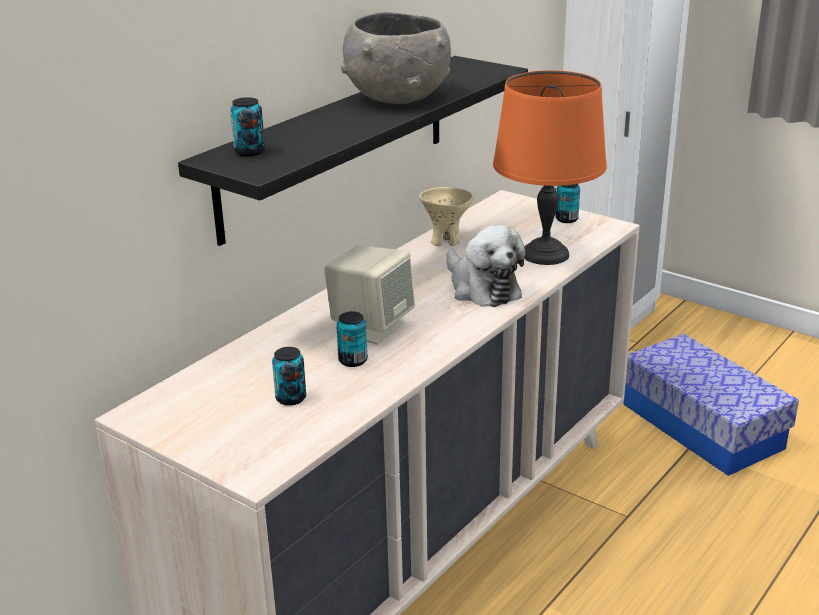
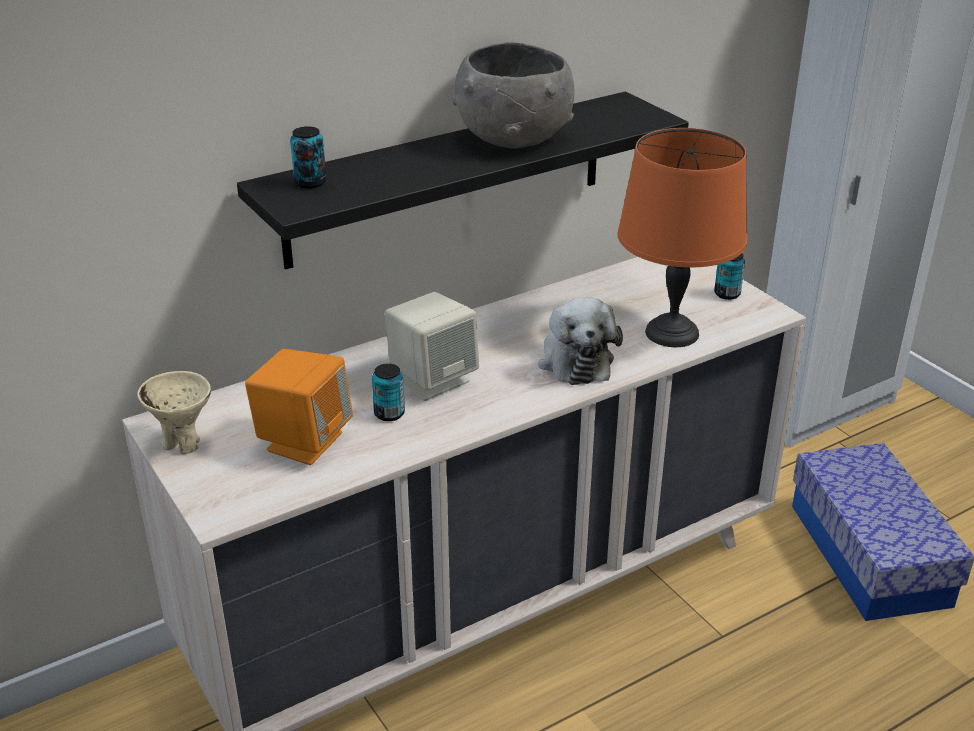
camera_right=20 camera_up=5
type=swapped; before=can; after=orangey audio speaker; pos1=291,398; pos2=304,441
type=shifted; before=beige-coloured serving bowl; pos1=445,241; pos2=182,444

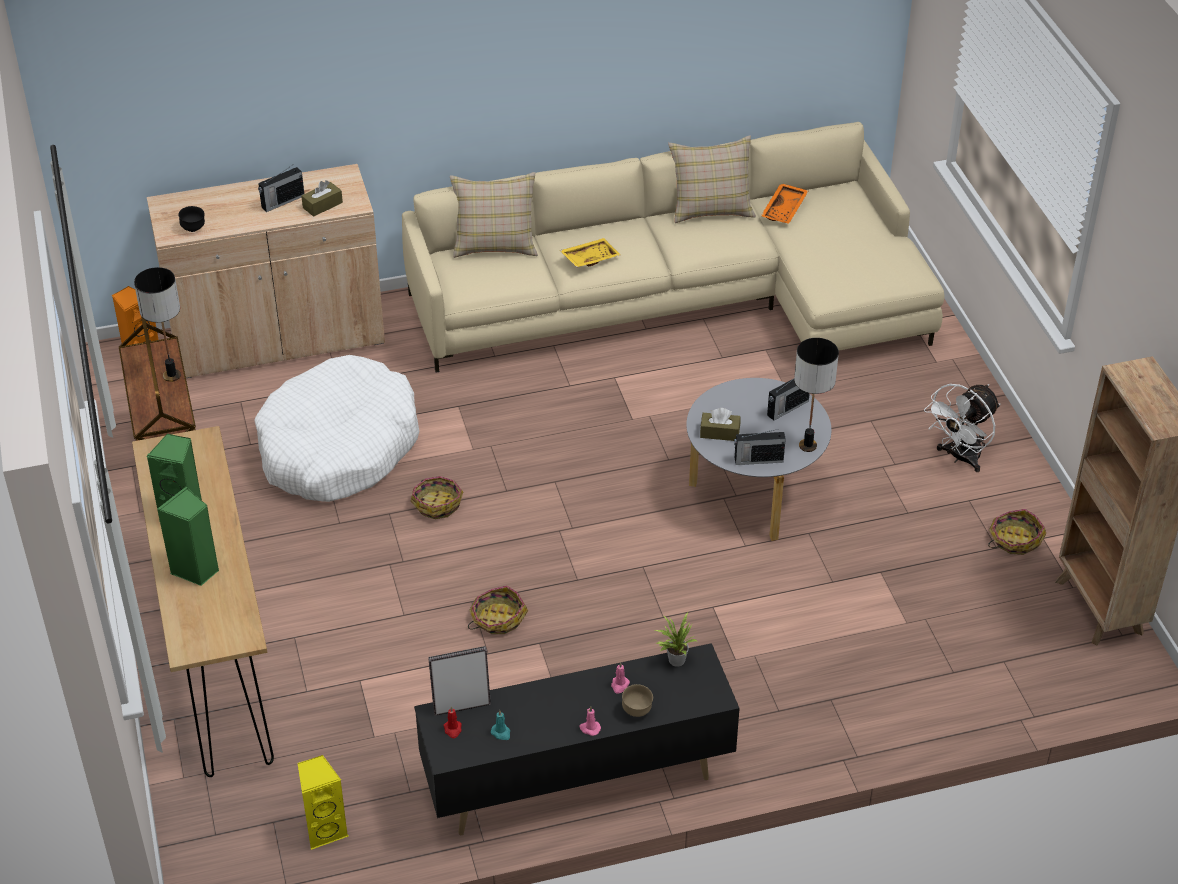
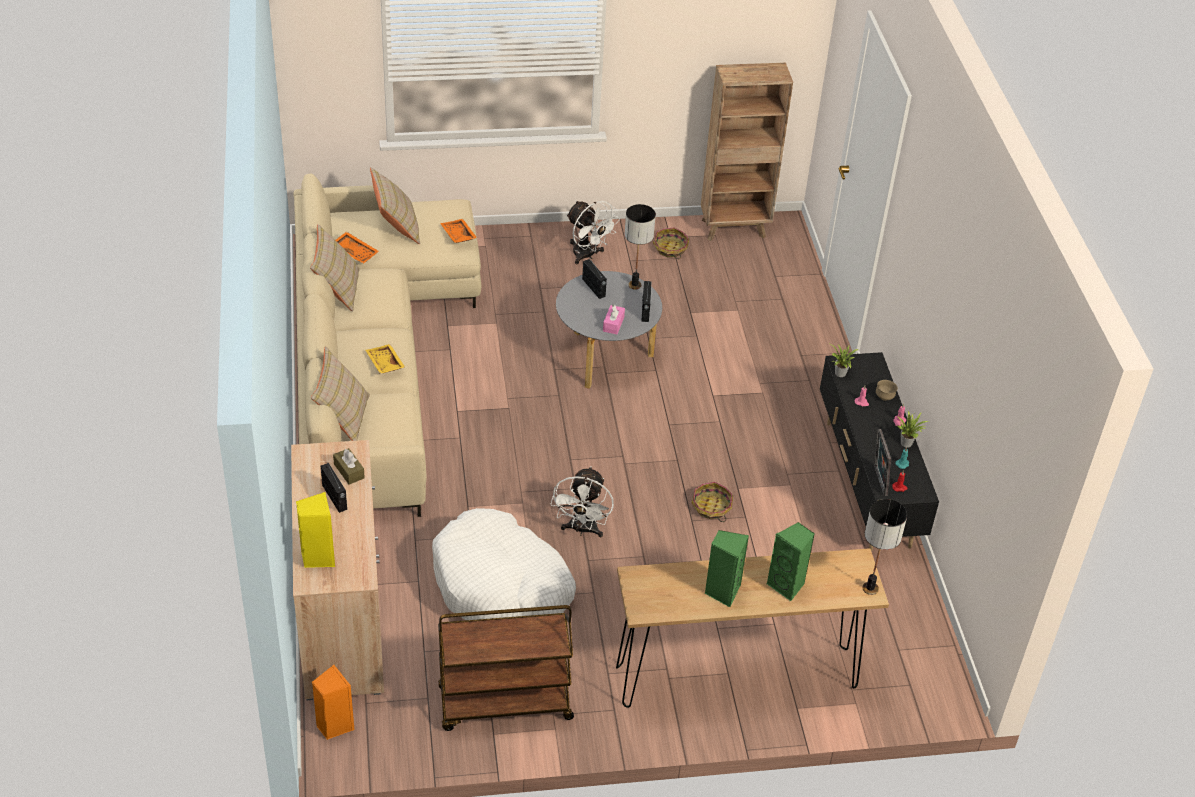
camera_right=-85 camera_up=0
type=shifted; before=lamp for a table; pos1=172,375; pos2=870,588
type=gone; before=black-coloured serving bowl; pos1=193,229
type=shifted; before=yellow audio speaker; pos1=324,830; pos2=318,557
type=swapped; before=basket; after=white-coloured electric fan; pos1=437,503; pos2=582,530
type=repainted; before=brown-coloured box of tissues; after=pink-coloured box of tissues; pos1=719,433; pos2=613,324
type=new; after=beige-coloured cushion; pos2=396,227
type=new; after=orangey carrying tray; pos2=457,236
type=new; after=potted plant; pos2=907,442

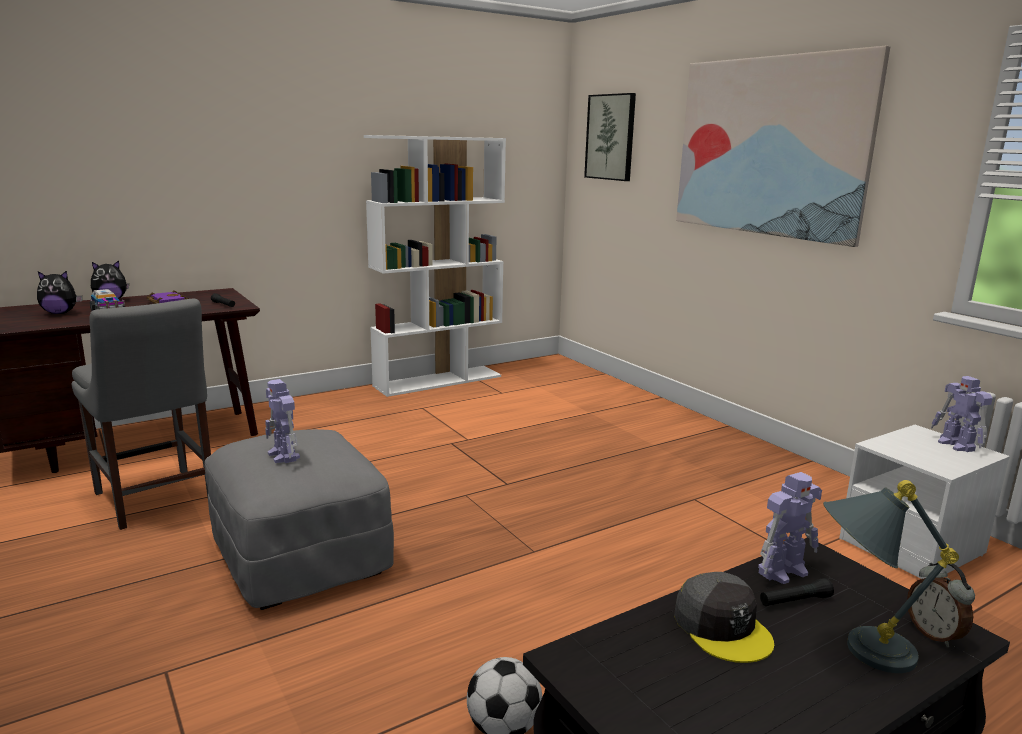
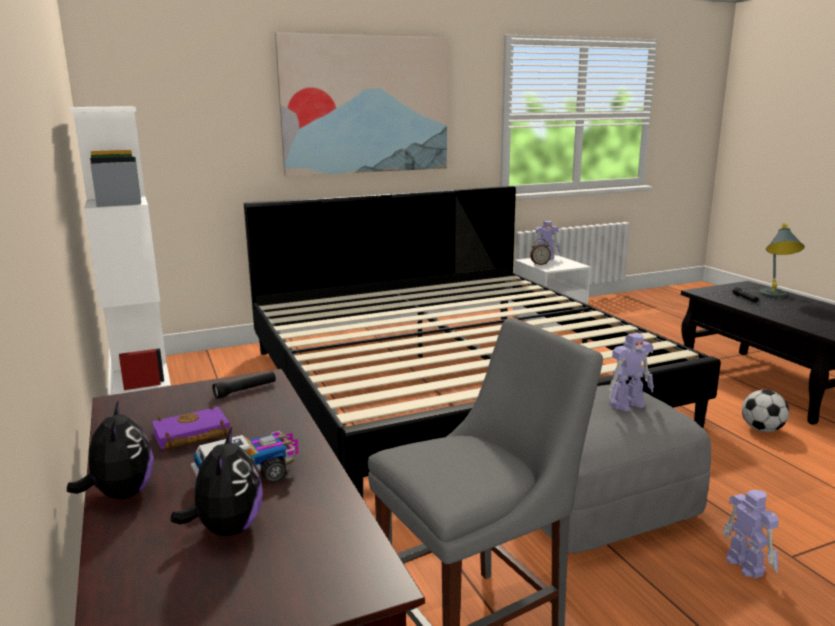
camera_right=-80 camera_up=0
type=gone; before=wall picture; pos1=610,137
type=gone; before=grey peaked cap; pos1=722,627
type=shifted; before=robot figure; pos1=784,571; pos2=744,564
type=shifted; before=alarm clock; pos1=934,634; pos2=539,264
type=new; after=bedroom bed; pos2=452,384

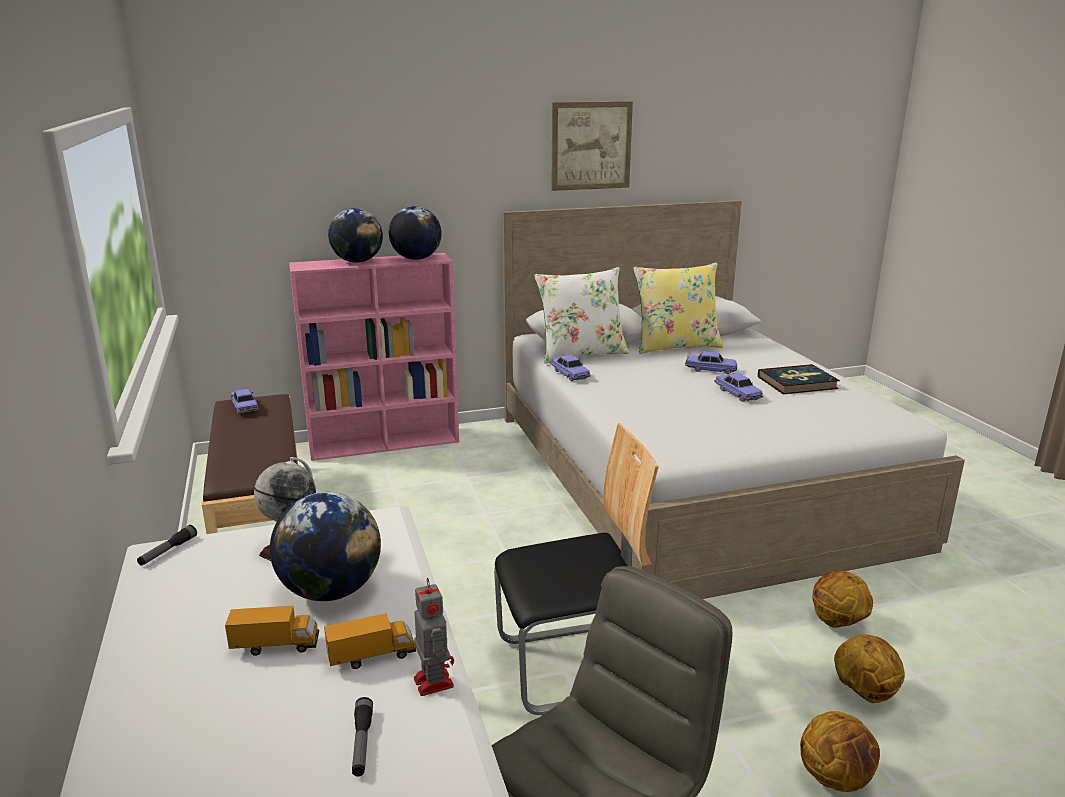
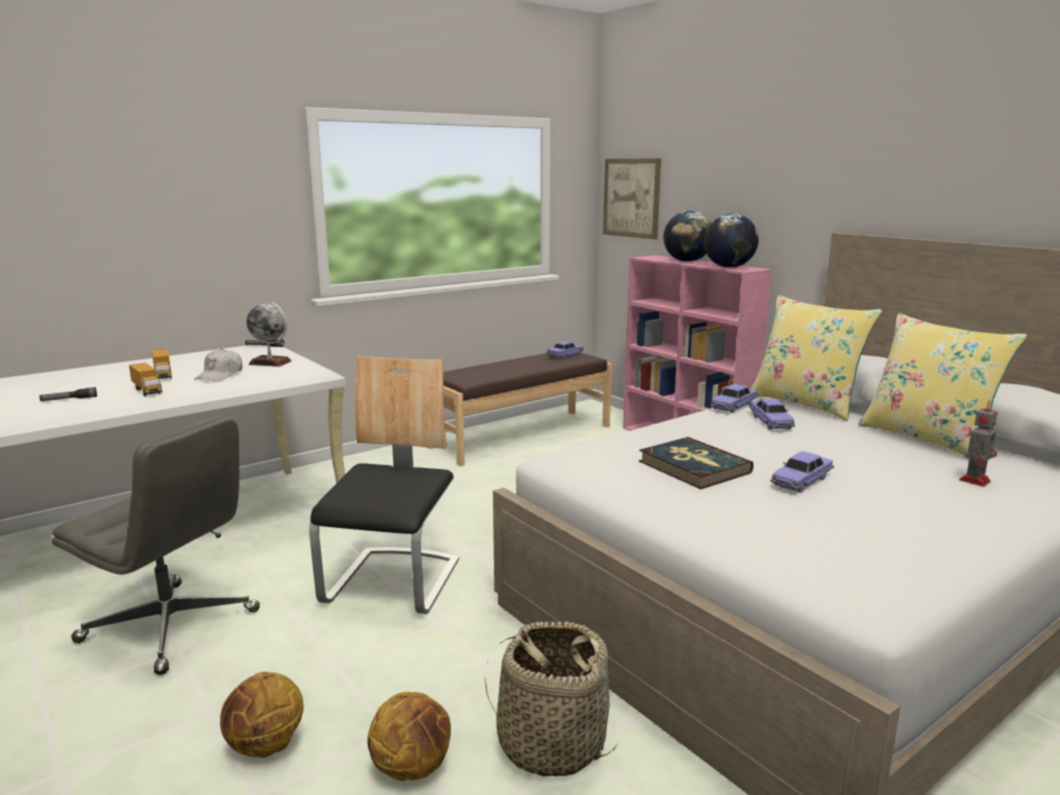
camera_right=70 camera_up=-5
type=swapped; before=globe; after=white-coloured peaked cap; pos1=331,591; pos2=220,375
type=shifted; before=robot figure; pos1=433,681; pos2=975,480
type=rotated; before=chair; pos1=574,667; pos2=394,582; turn=-135
type=repainted; before=white-coloured cushion; after=yellow cushion; pos1=581,354; pos2=805,403
type=shifted; before=wall picture; pos1=591,146; pos2=631,198
type=shifted; before=toy car; pos1=710,370; pos2=770,422
type=shifted; before=bound book; pos1=797,383; pos2=693,467
type=swapped; before=basketball; after=basket; pos1=837,622; pos2=551,743

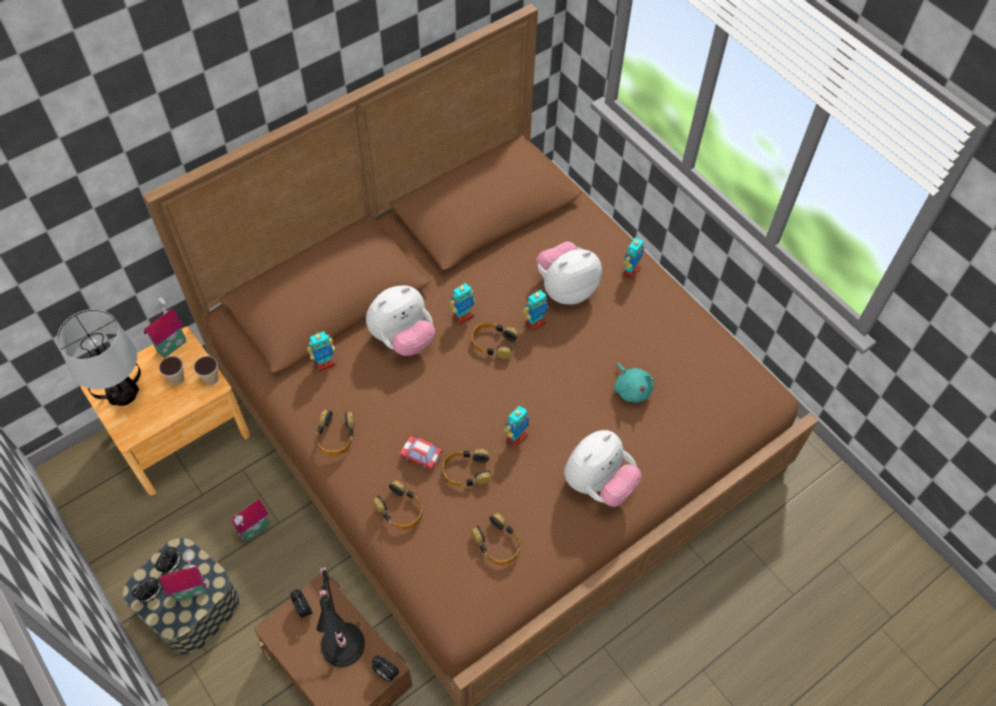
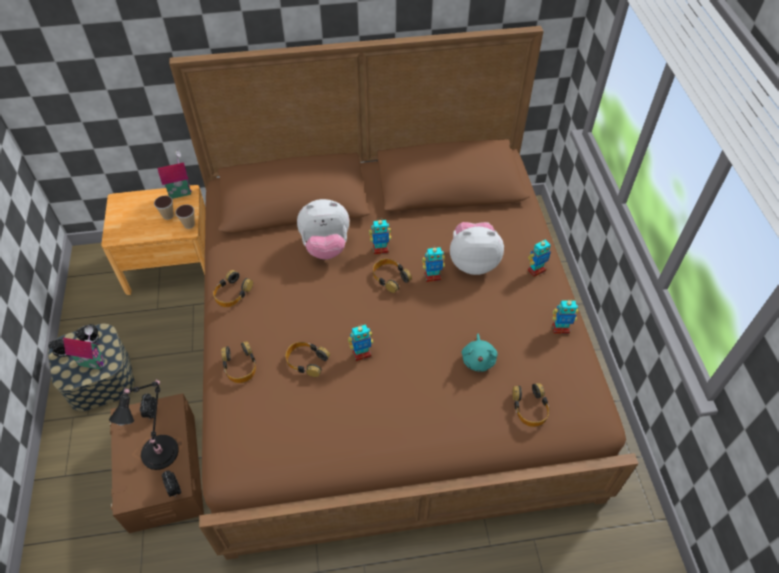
camera_right=30 camera_up=-5
type=gone; before=lamp for a table; pos1=123,395
type=gone; before=toy house; pos1=255,530
type=shifted; before=robot figure; pos1=324,363; pos2=560,328
type=gone; before=toy car; pos1=421,456
type=shifted; before=pair of headphones; pos1=497,543; pos2=530,407
type=gone; before=cuddly toy; pos1=598,483

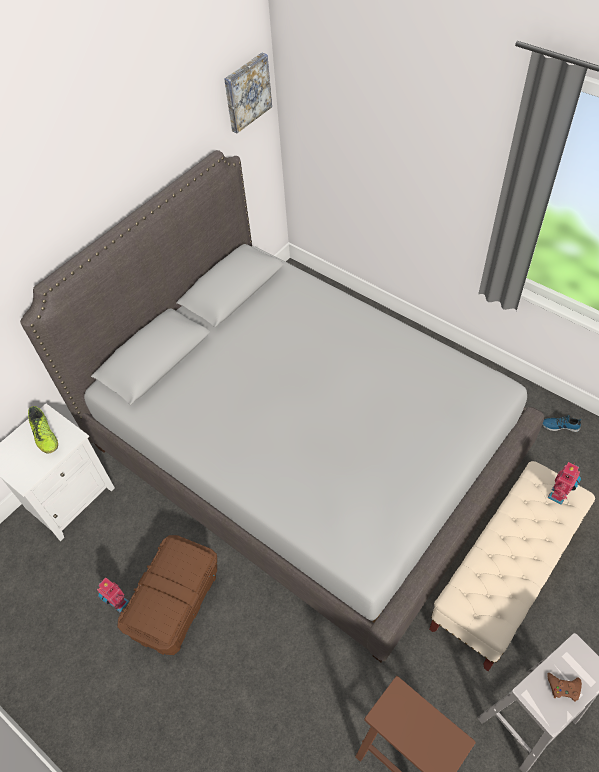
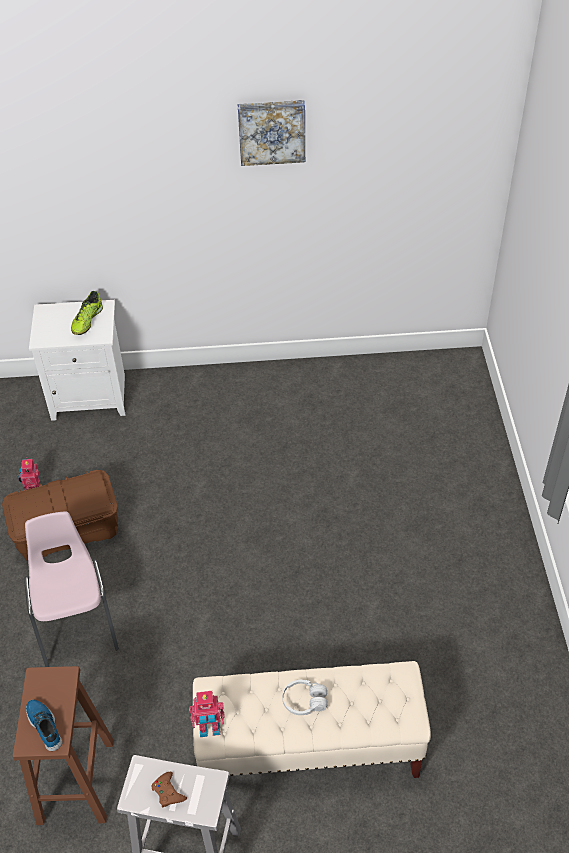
camera_right=45 camera_up=-5
type=gone; before=grey bedroom bed; pos1=304,450
type=shifted; before=wall picture; pos1=246,92; pos2=271,131
type=shifted; before=shoe; pos1=560,425; pos2=45,725
type=shifted; before=robot figure; pos1=559,495; pos2=209,729
type=new; after=pink-coloured chair; pos2=77,623
type=new; after=white-coloured pair of headphones; pos2=304,701

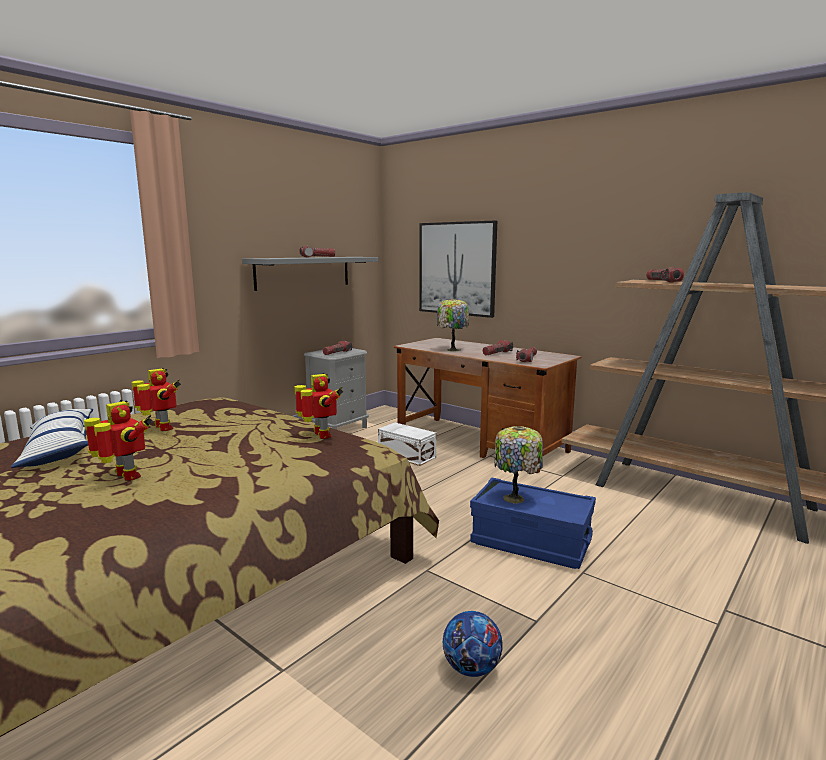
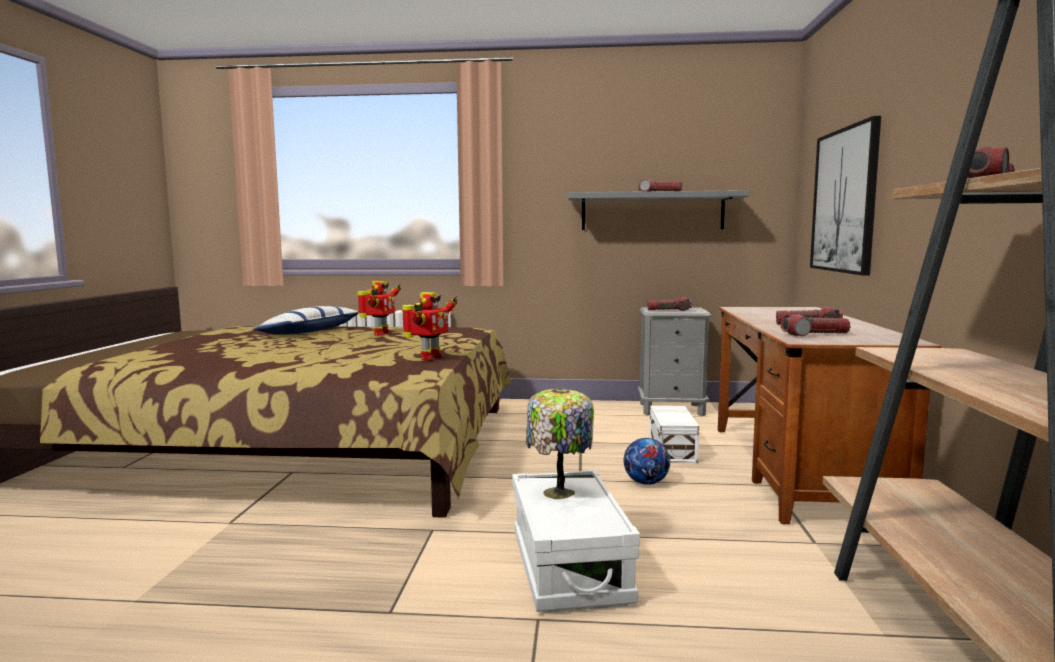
camera_right=55 camera_up=-5
type=gone; before=robot figure; pos1=125,477
type=gone; before=lamp for a table; pos1=452,349
type=shifted; before=ball for football; pos1=471,668; pos2=646,483
type=repainted; before=bluish storage container; after=white-coloured storage container; pos1=531,542; pos2=569,567

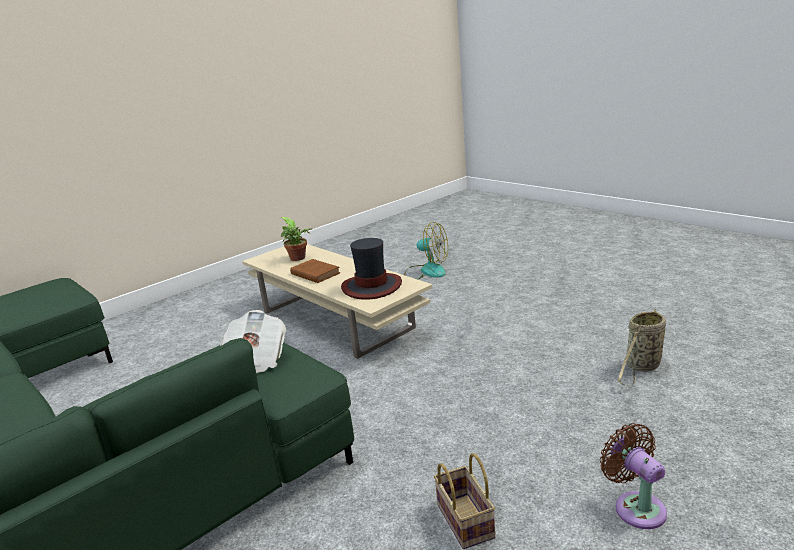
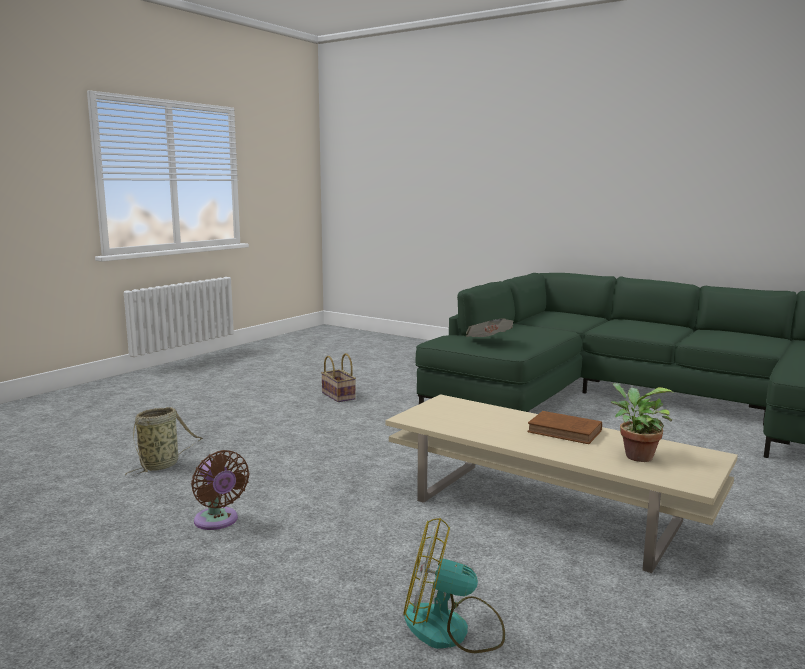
camera_right=165 camera_up=-10
type=gone; before=hat; pos1=372,286
type=shifted; before=brown-coloured electric fan; pos1=636,506; pos2=218,521

